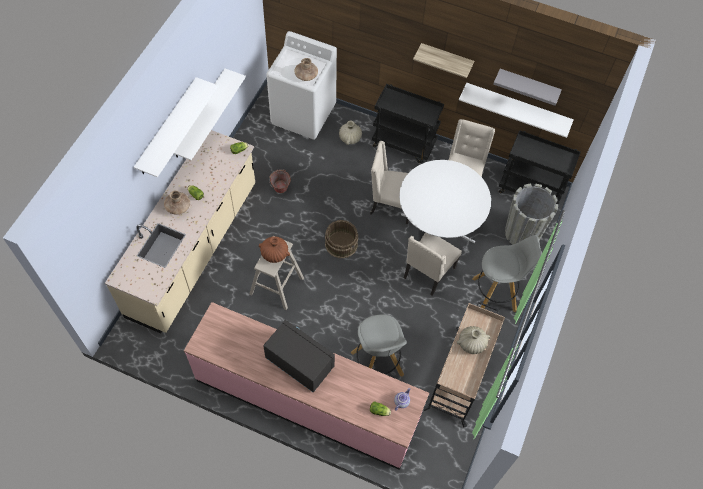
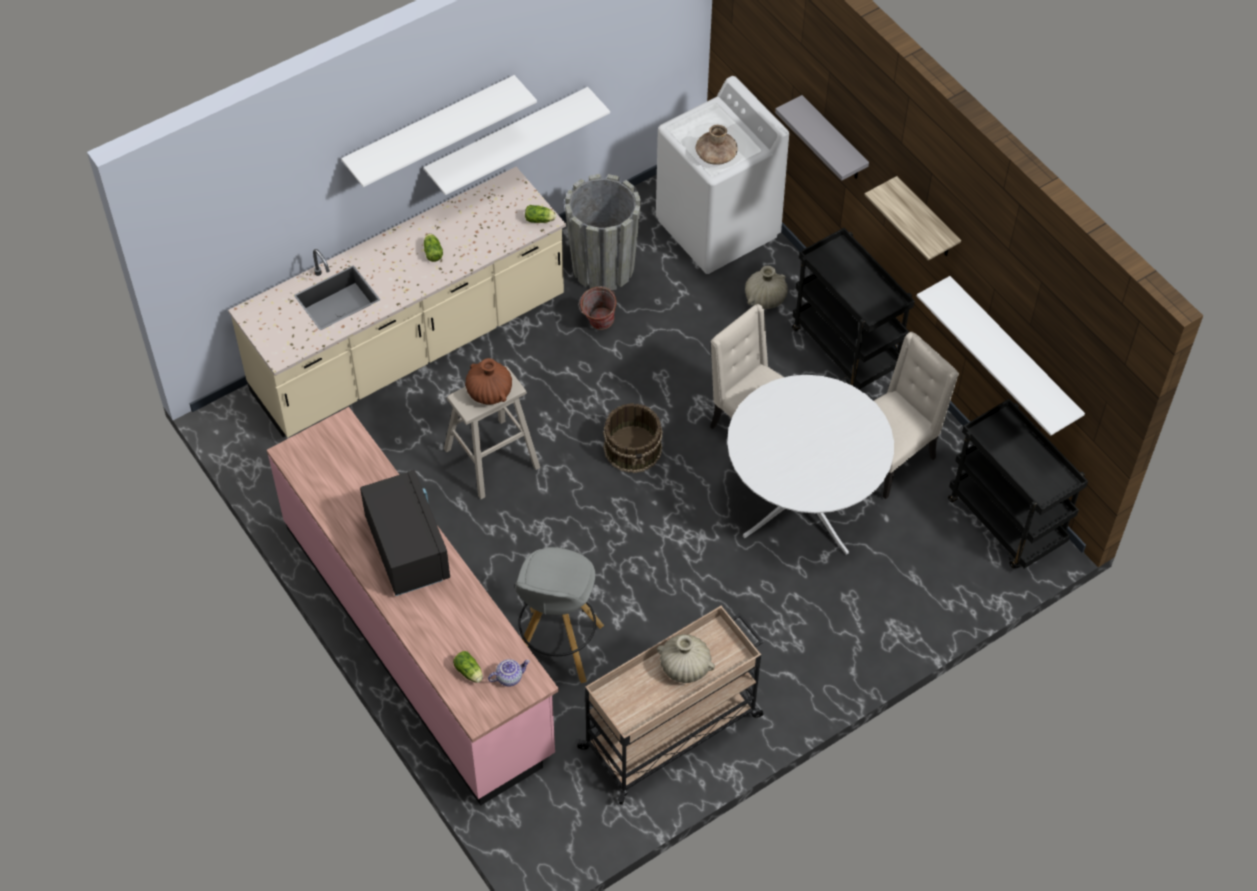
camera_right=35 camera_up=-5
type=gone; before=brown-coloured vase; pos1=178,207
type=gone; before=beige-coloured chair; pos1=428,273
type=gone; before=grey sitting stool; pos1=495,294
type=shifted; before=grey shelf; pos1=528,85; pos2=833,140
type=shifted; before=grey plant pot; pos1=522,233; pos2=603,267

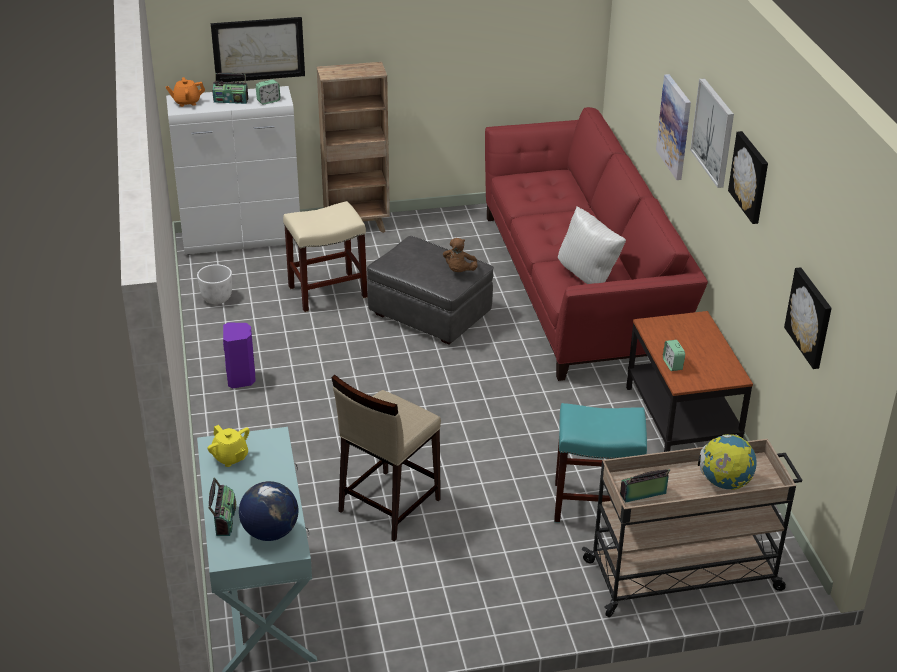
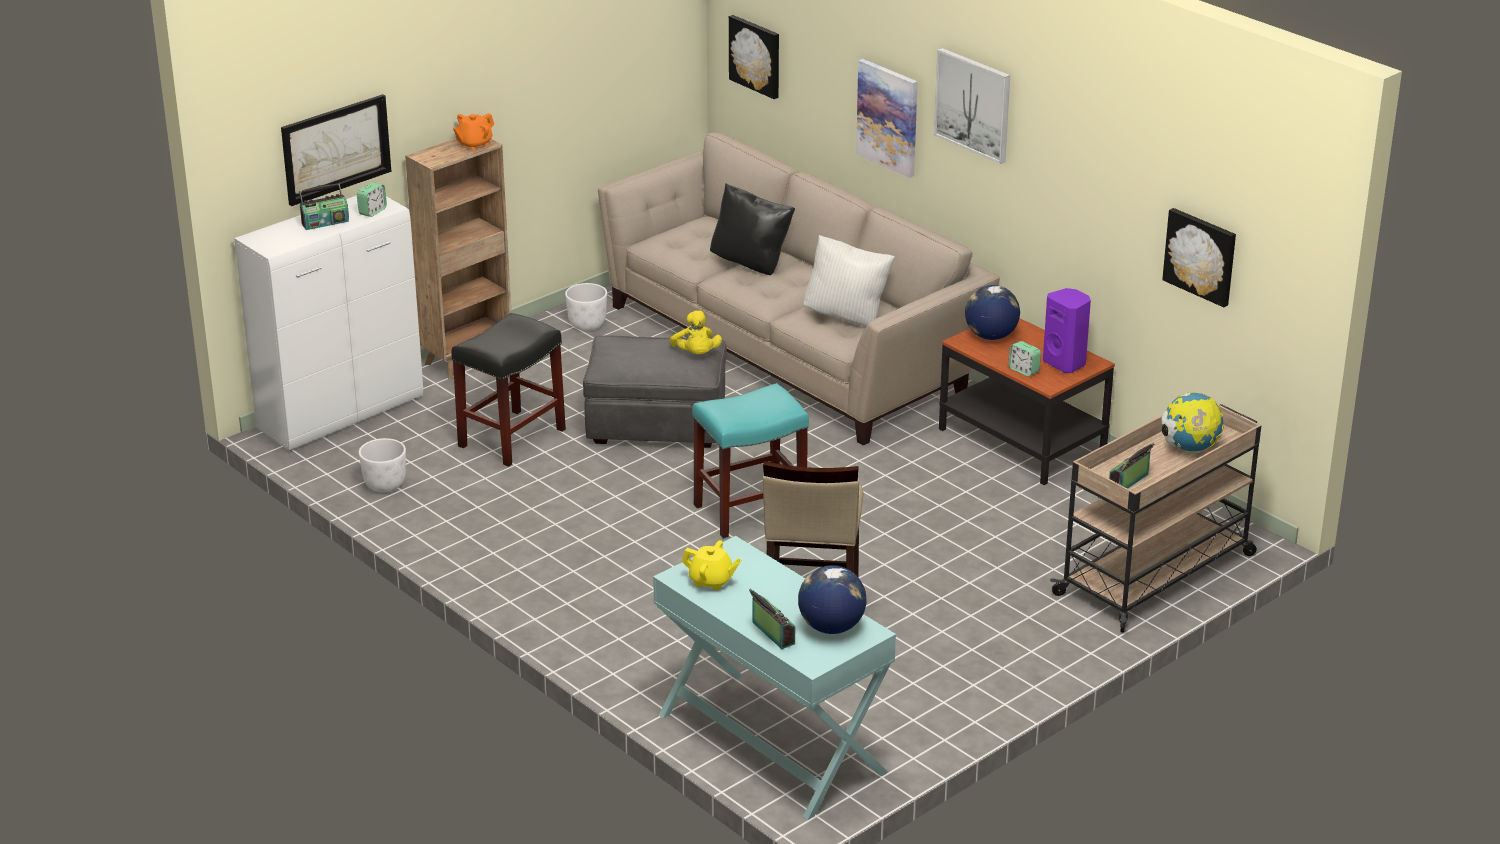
camera_right=-30 camera_up=-5
type=shifted; before=orangey pot for tea; pos1=186,102; pos2=474,144
type=shifted; before=purplish audio speaker; pos1=241,379; pos2=1065,363
type=repainted; before=beige-coloured sitting stool; after=black-coloured sitting stool; pos1=328,291; pos2=512,437
type=repainted; before=brown-coloured cuddly toy; after=yellow cuddly toy; pos1=459,271; pos2=696,354
type=repainted; before=red settee; after=beige-coloured settee; pos1=580,286; pos2=792,347
type=shifted; before=blue-green sitting stool; pos1=594,504; pos2=749,511
type=shifted; before=wall picture; pos1=751,177; pos2=756,56
type=new; after=white-coloured plant pot; pos2=587,325
type=new; after=black-coloured cushion; pos2=751,264
type=new; after=globe; pos2=990,336

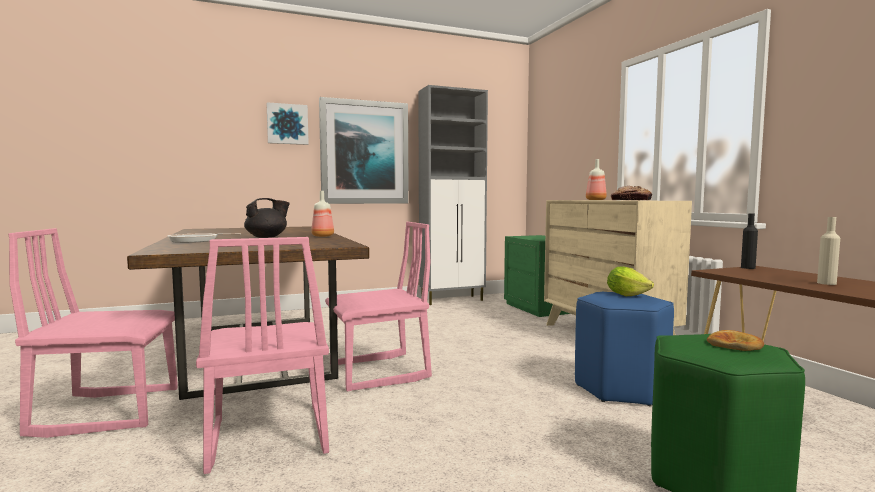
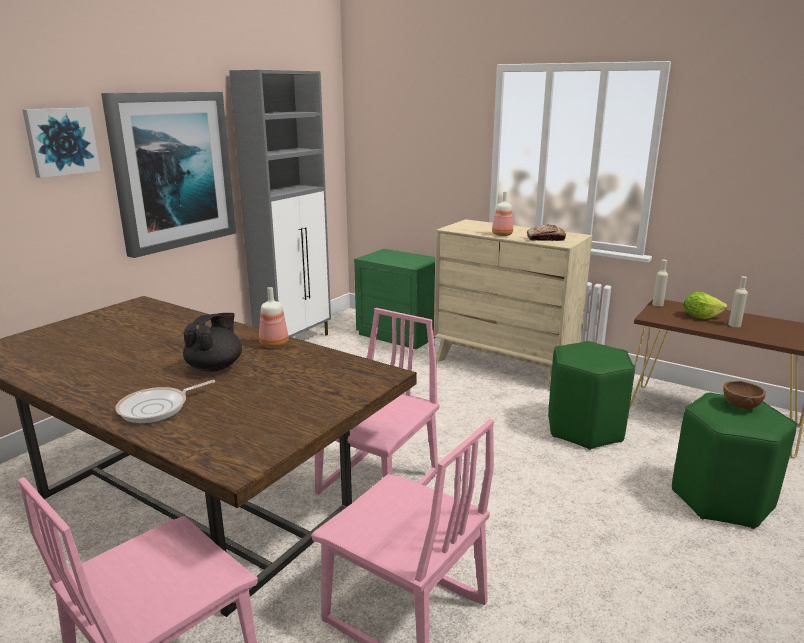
camera_right=-35 camera_up=15
type=repainted; before=bluish sitting stool; after=green sitting stool; pos1=621,389; pos2=585,429
type=shifted; before=lettuce head; pos1=627,295; pos2=700,317
type=swapped; before=baked bread; after=brown-coloured serving bowl; pos1=735,345; pos2=741,406
type=repainted; before=black-coloured drink bottle; after=beige-coloured drink bottle; pos1=748,268; pos2=657,304

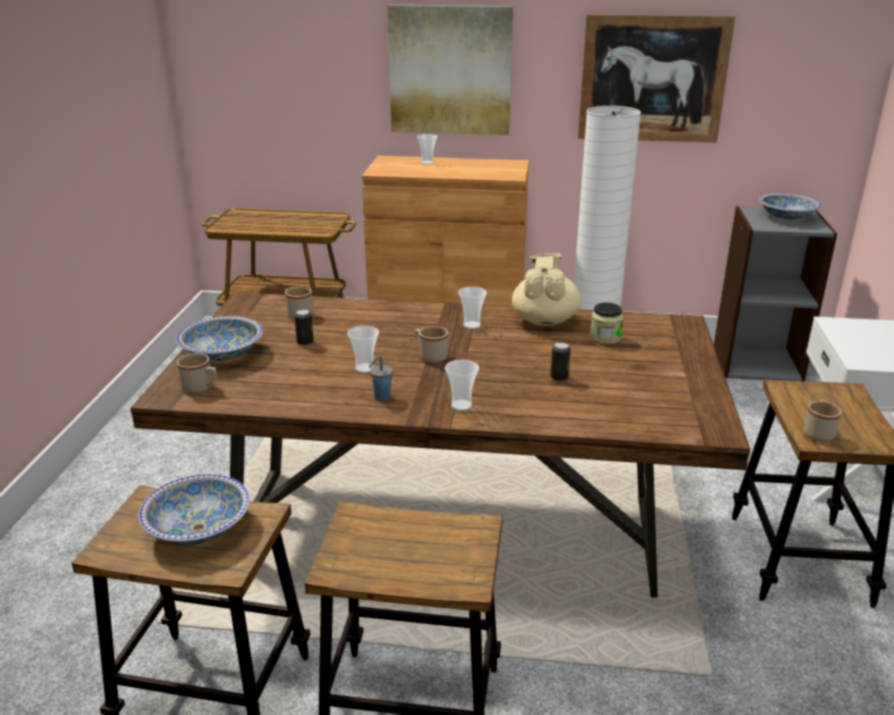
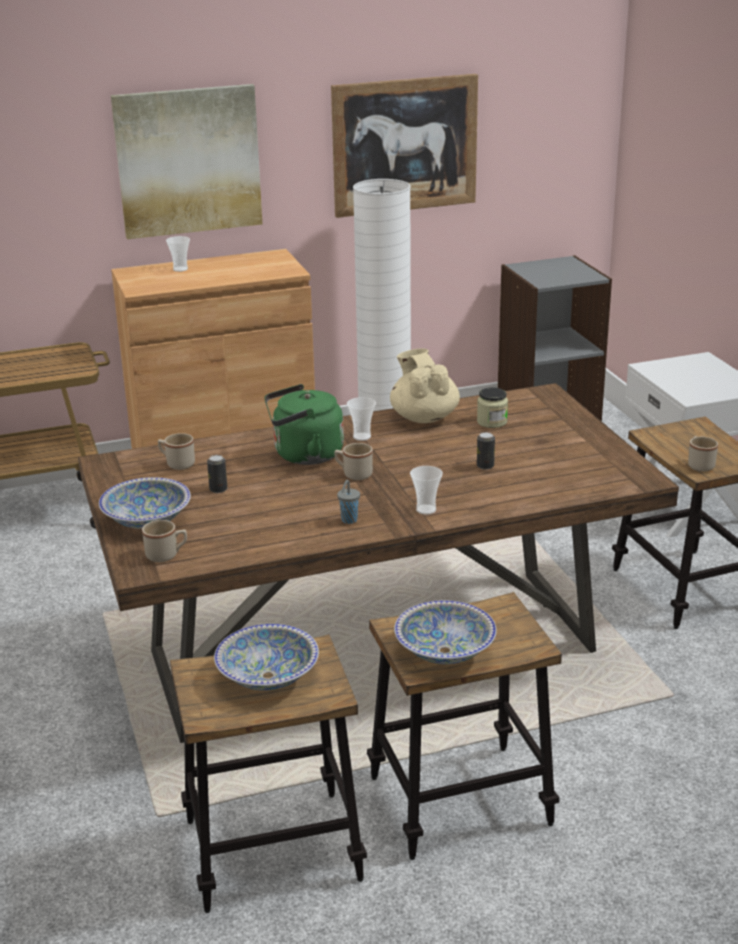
camera_right=-25 camera_up=0
type=gone; before=drinking cup; pos1=364,368
type=shifted; before=serving bowl; pos1=786,217; pos2=444,651
type=new; after=green tea kettle; pos2=304,455

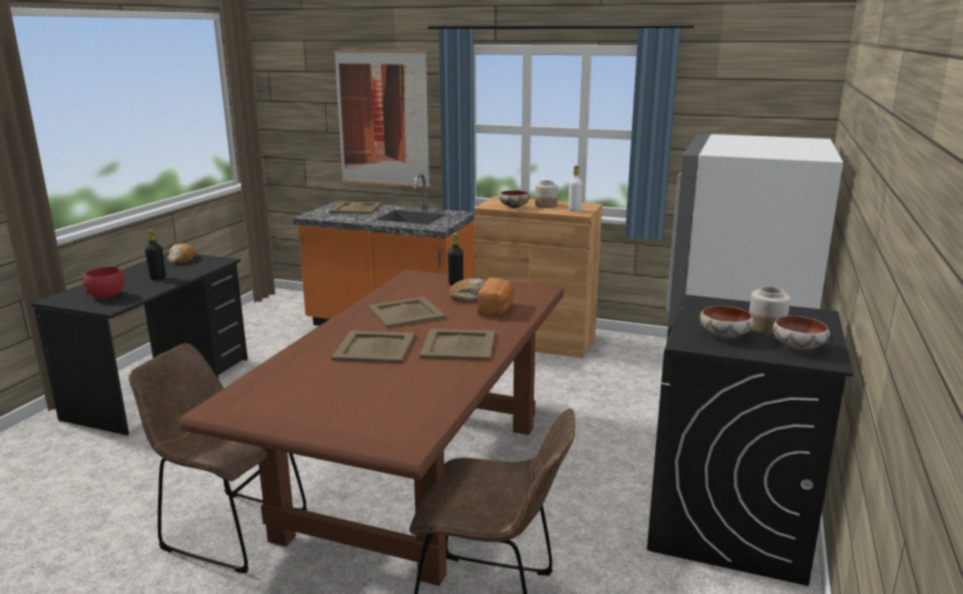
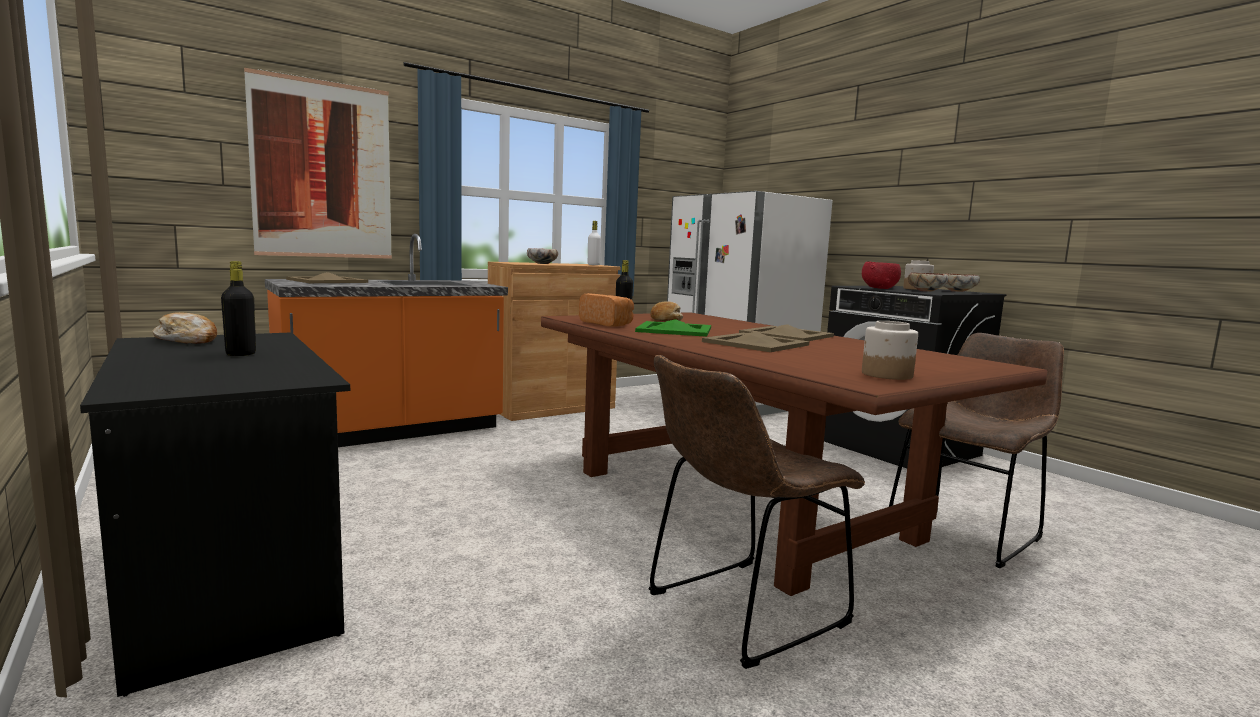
camera_right=-55 camera_up=-10
type=shifted; before=red serving bowl; pos1=107,296; pos2=880,288
type=repainted; before=beige-coloured carrying tray; after=green carrying tray; pos1=406,312; pos2=674,330
type=shifted; before=baked bread; pos1=497,309; pos2=607,323
type=shifted; before=preserve jar; pos1=545,205; pos2=886,375

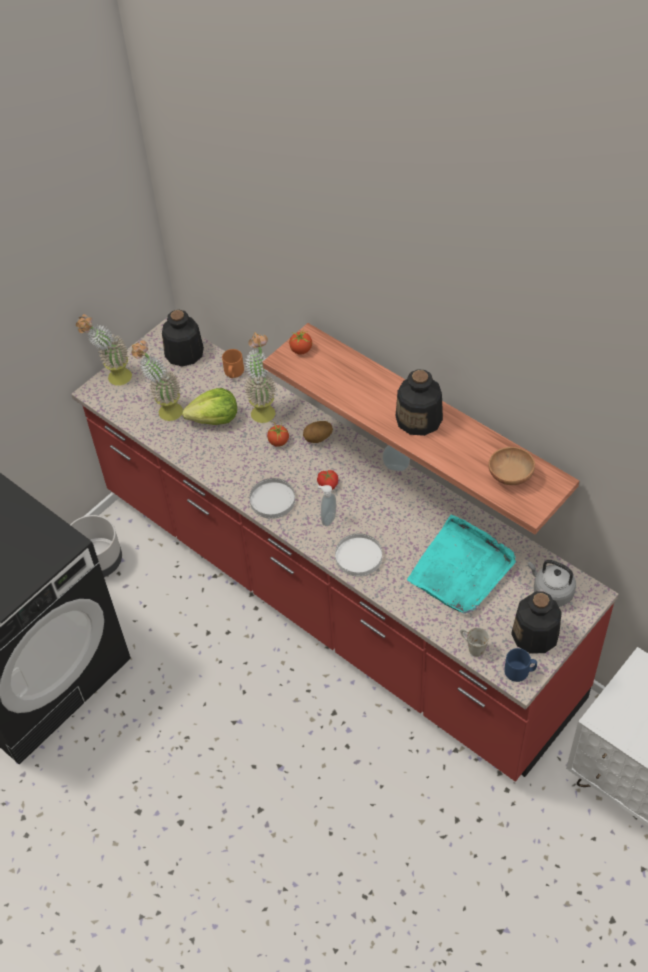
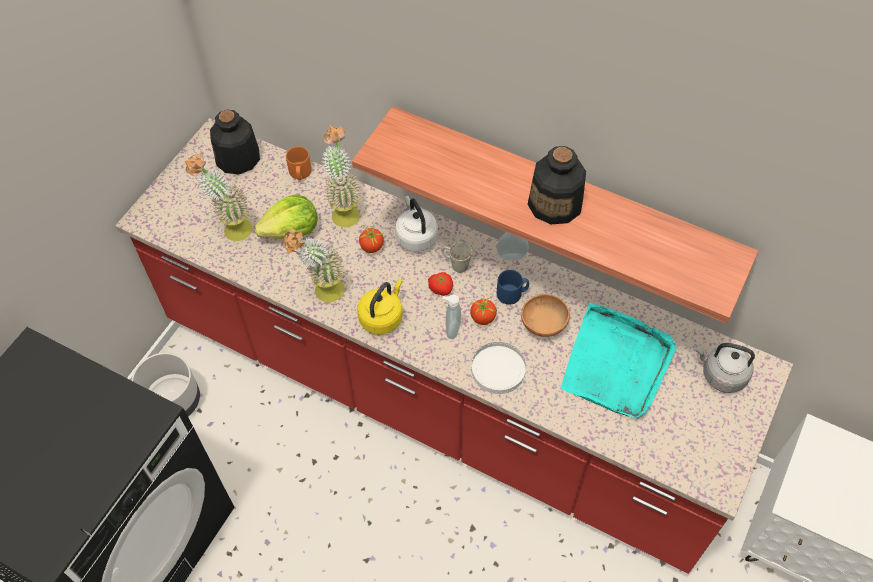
camera_right=-15 camera_up=5
type=shifted; before=potted plant; pos1=113,378; pos2=322,293
type=swapped; before=white-coloured plate; after=yellow tea kettle; pos1=272,500; pos2=382,317
type=shifted; before=whole tomato; pos1=301,350; pos2=483,318
type=swapped; before=whole potato; after=white-coloured tea kettle; pos1=318,438; pos2=415,236
type=shifted; before=white-coloured coffee mug; pos1=472,647; pos2=455,264
type=shifted; before=brown-coloured serving bowl; pos1=510,475; pos2=543,323
type=shifted; before=bluish coffee mug; pos1=519,671; pos2=512,294
type=gone; before=drink bottle; pos1=535,634

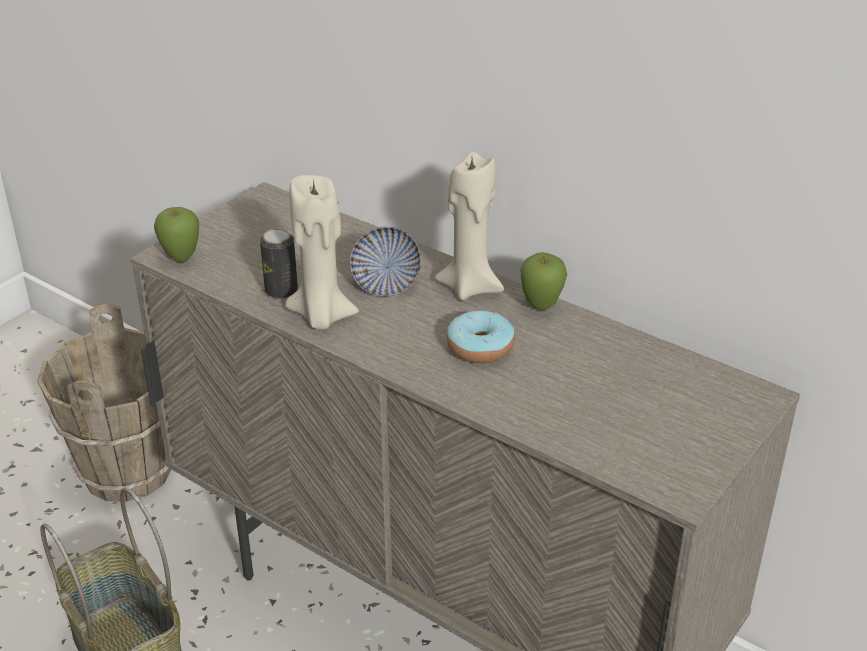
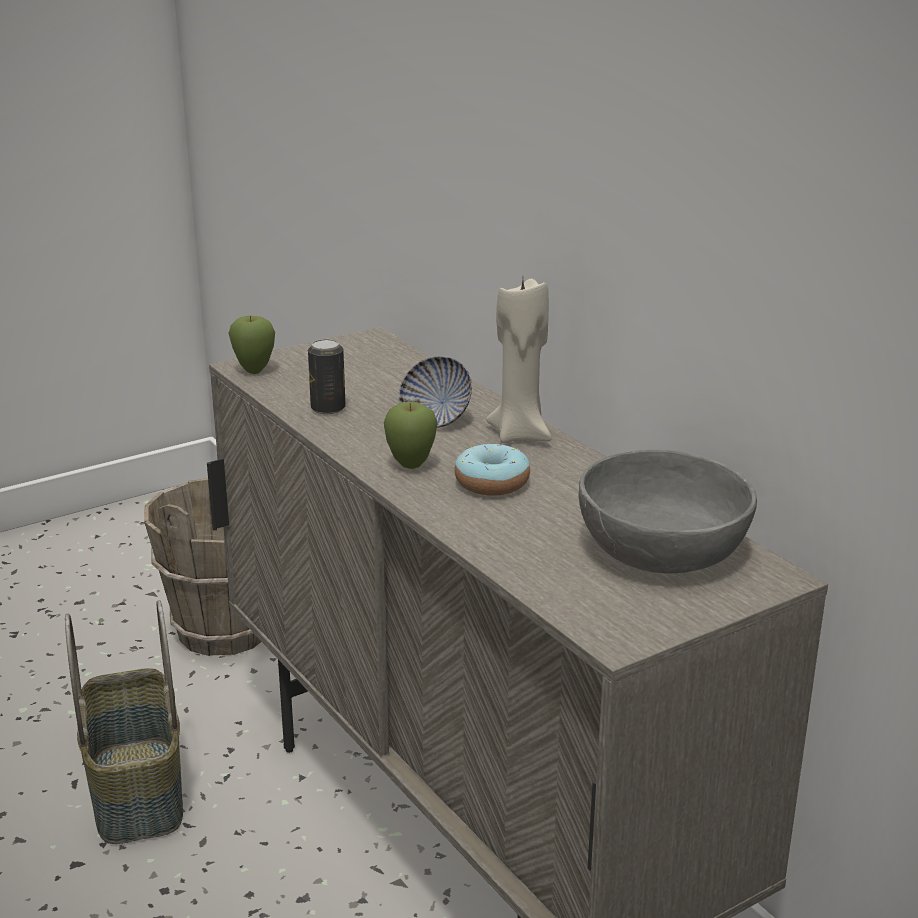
camera_right=20 camera_up=-10
type=gone; before=beige-coloured candle; pos1=321,317
type=shifted; before=whole apple; pos1=541,307; pos2=411,466
type=new; after=grey serving bowl; pos2=663,549

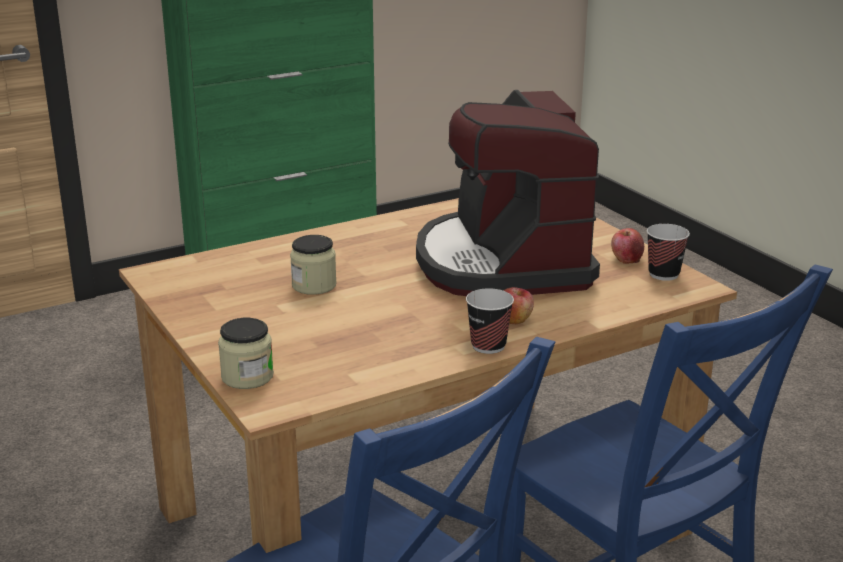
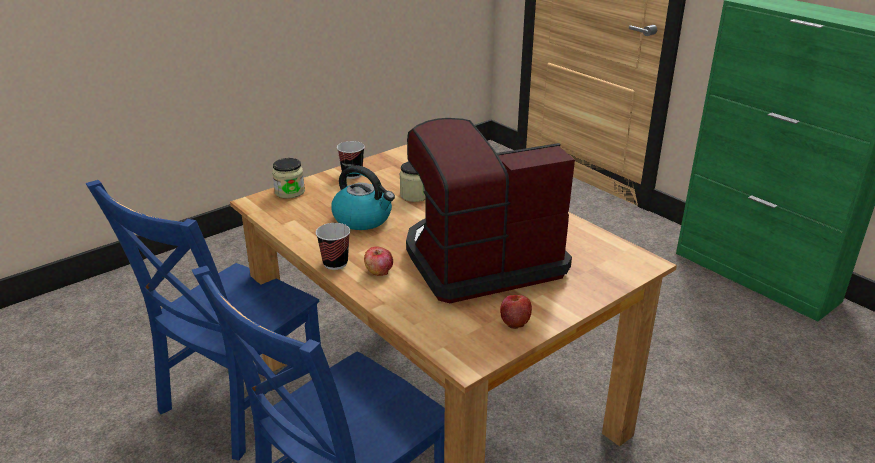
camera_right=80 camera_up=5
type=shifted; before=drinking cup; pos1=663,274; pos2=352,174
type=new; after=tea kettle; pos2=363,219

